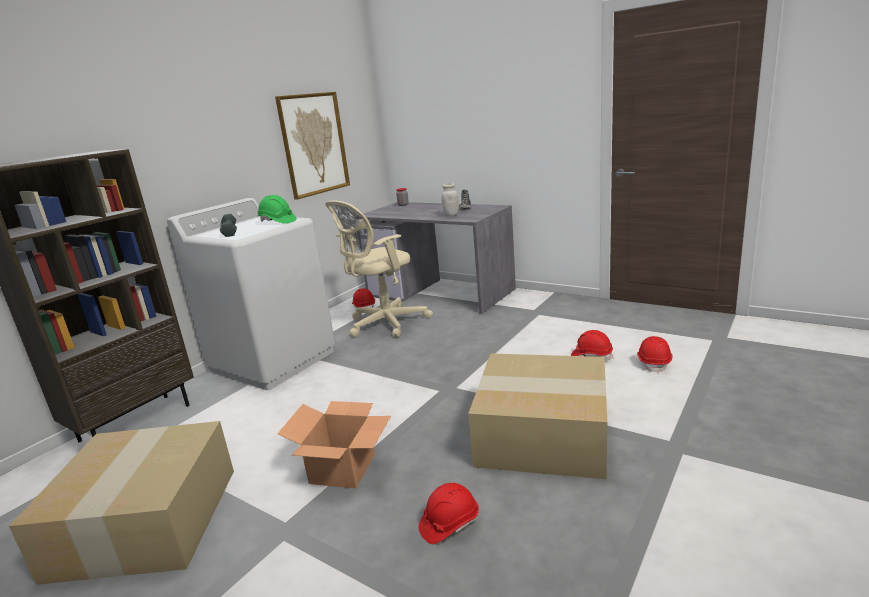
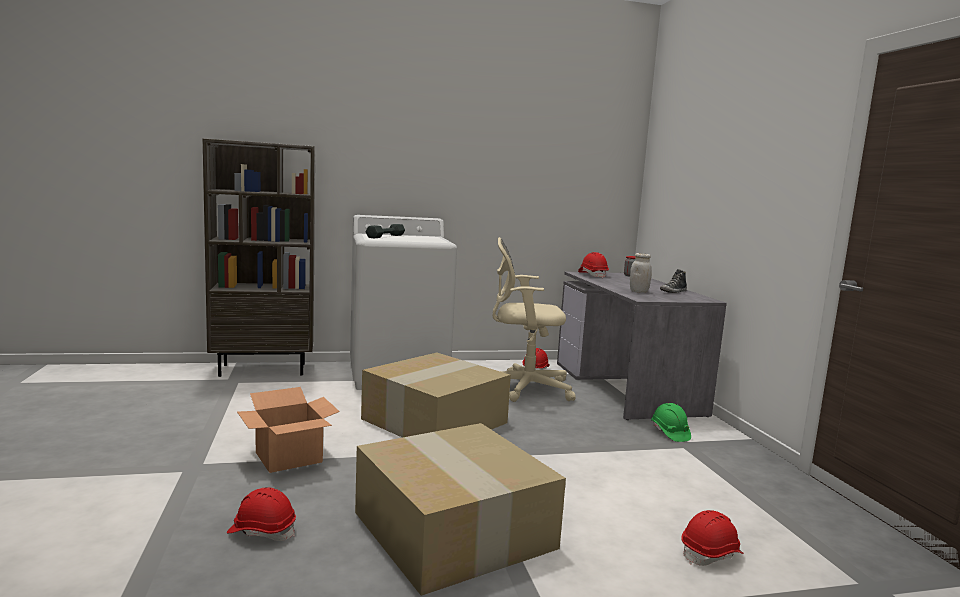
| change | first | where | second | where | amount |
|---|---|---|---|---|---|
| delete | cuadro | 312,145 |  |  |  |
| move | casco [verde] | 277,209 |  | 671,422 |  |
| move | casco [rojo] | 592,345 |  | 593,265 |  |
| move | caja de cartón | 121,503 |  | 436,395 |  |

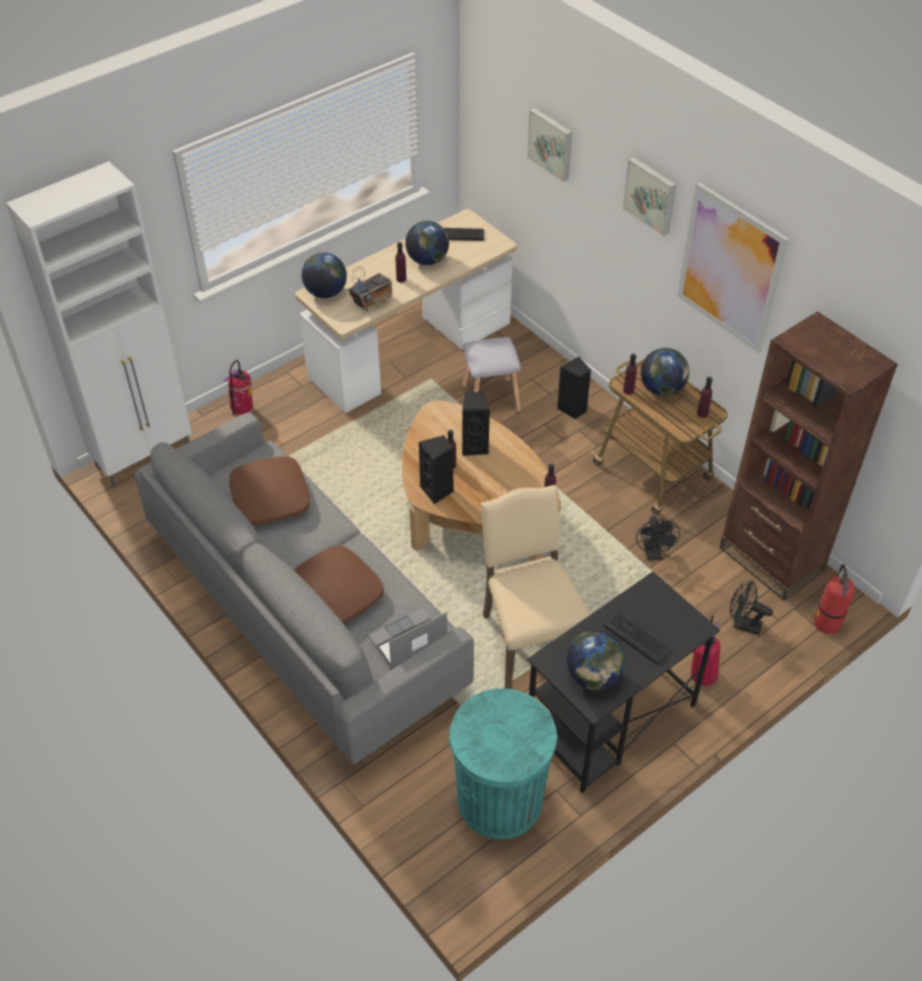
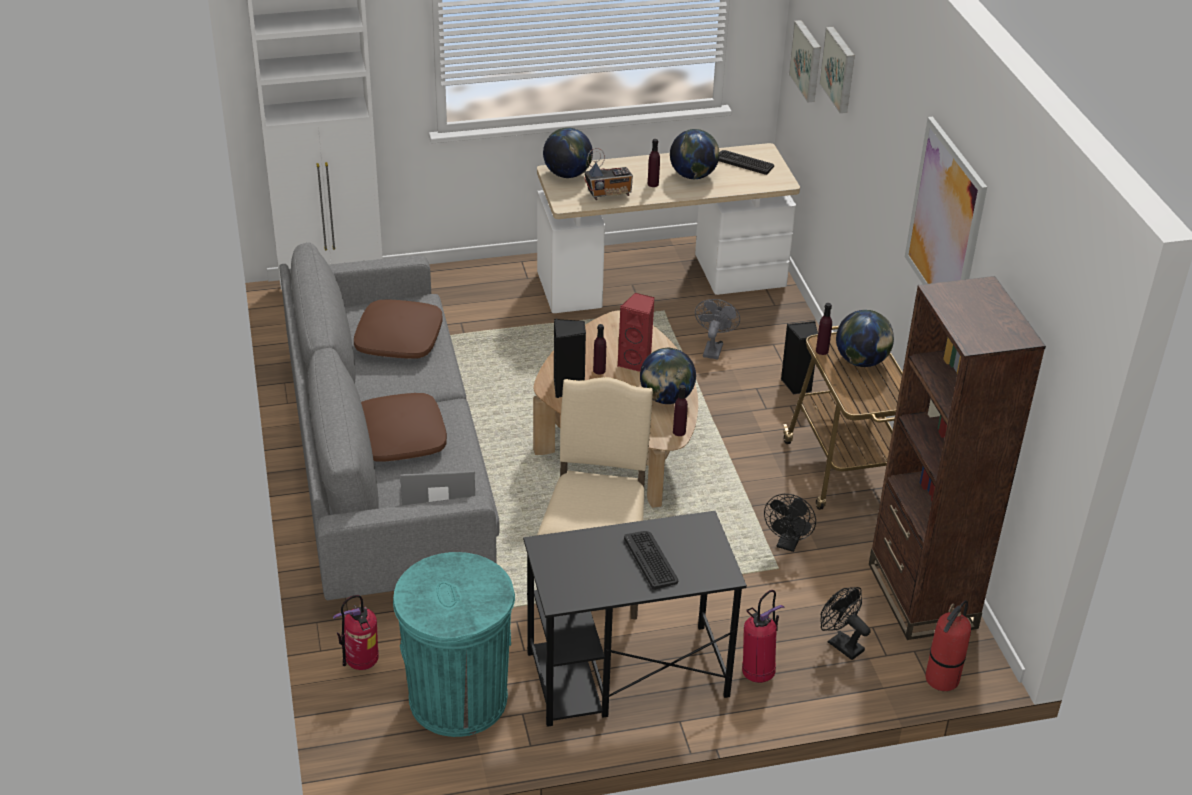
| change | first | where | second | where | amount |
|---|---|---|---|---|---|
| move | cuadro | 649,196 |  | 805,61 |  |
| replace | taburete [gris] | 491,375 | ventilador [gris] | 717,329 |  |
| move | extintor | 238,387 |  | 356,632 |  |
| delete | botella [morado] | 705,397 |  |  |  |
| recolor | altavoz [negro] | 476,424 | altavoz [rojo] | 636,332 |  |
| move | globo terráqueo | 596,660 |  | 668,376 |  |

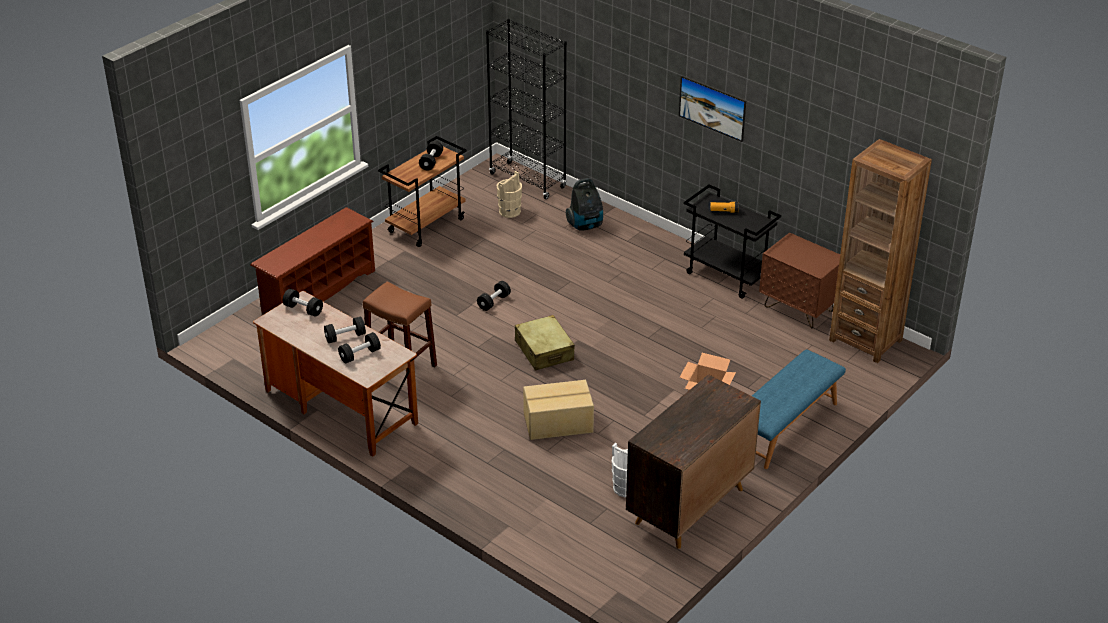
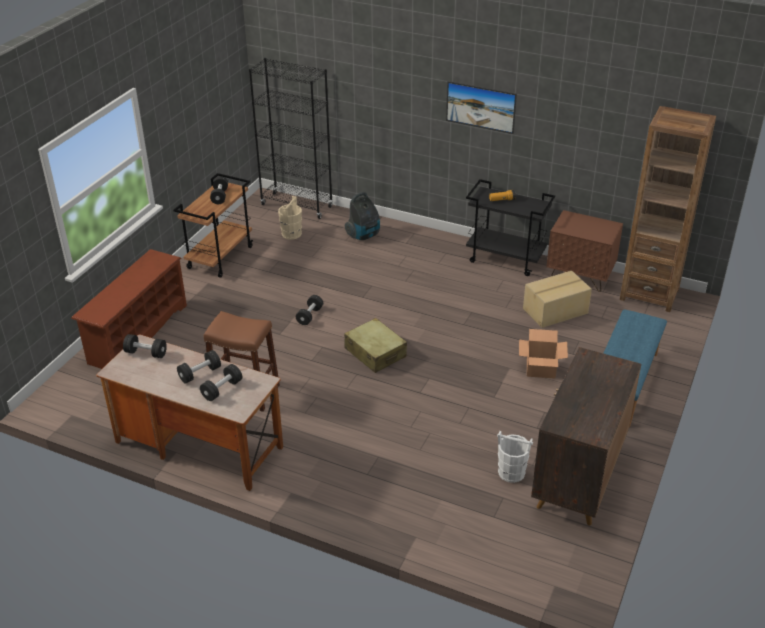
| change | first | where | second | where | amount |
|---|---|---|---|---|---|
| move | caja de cartón | 558,410 |  | 557,299 |  |

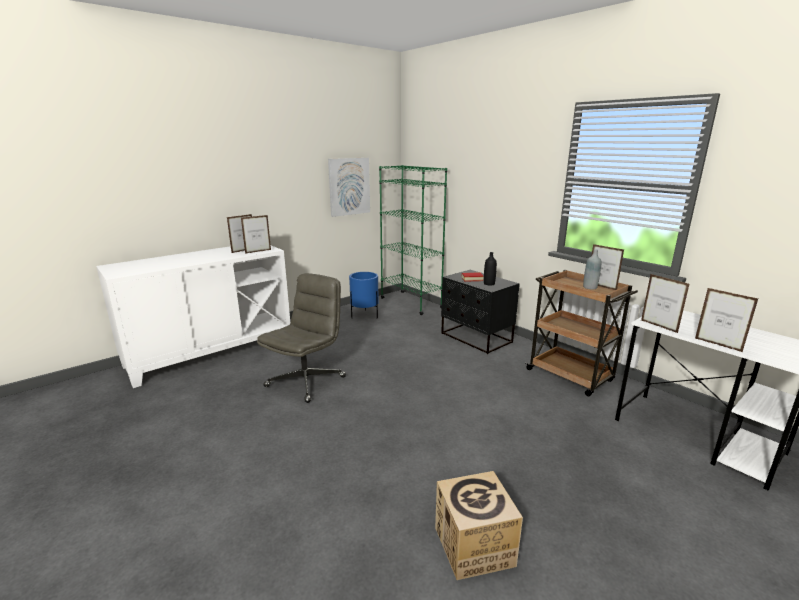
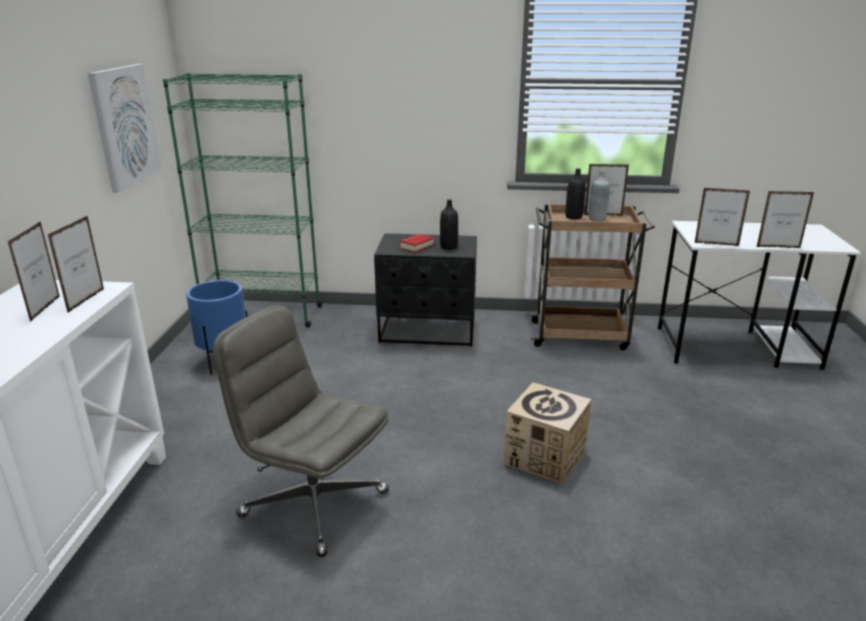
| change | first | where | second | where | amount |
|---|---|---|---|---|---|
| rotate | silla de oficina [gris] | 301,338 |  | 301,431 | 45 degrees counterclockwise |
| move | caja de cartón | 479,525 |  | 547,433 |  |
| insert |  |  | botella [negro] | 576,193 |  |

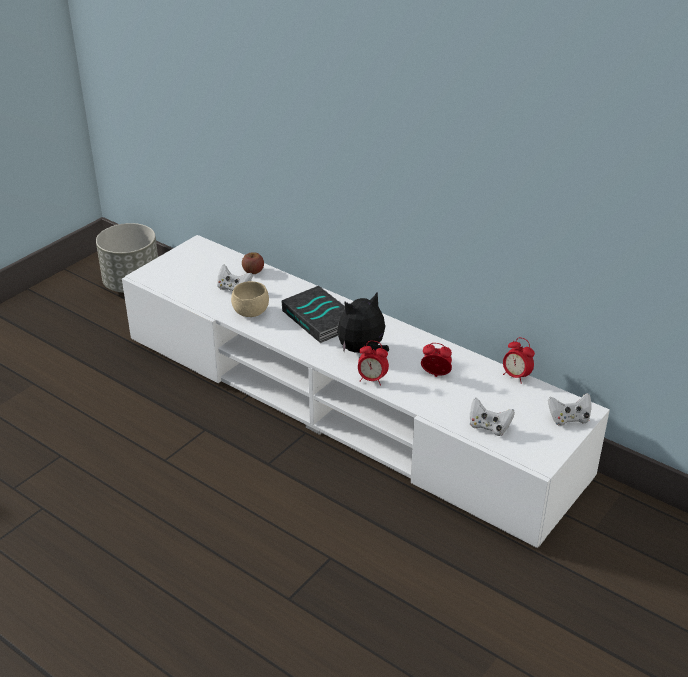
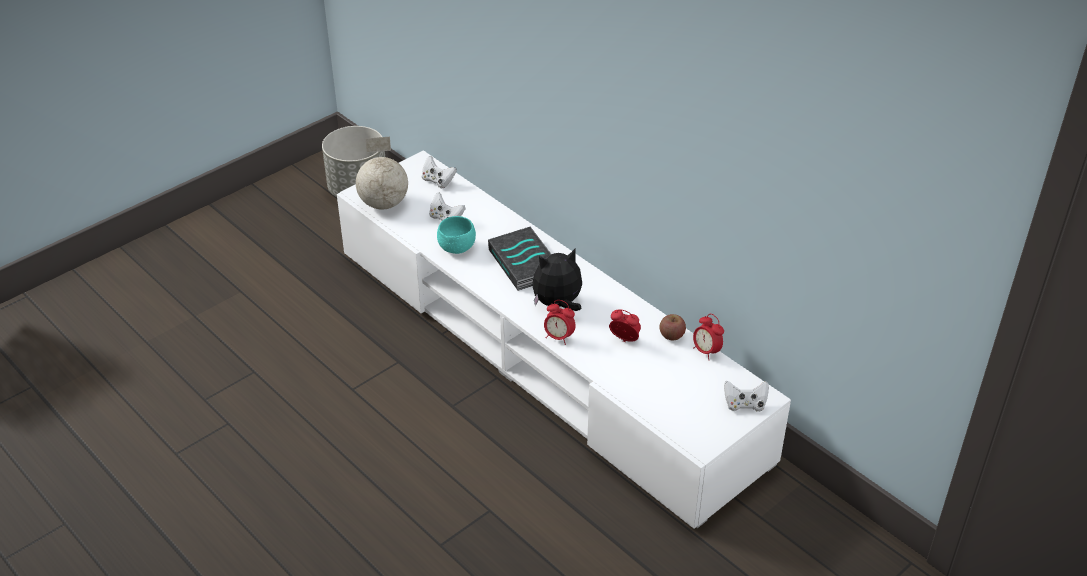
| change | first | where | second | where | amount |
|---|---|---|---|---|---|
| move | manzana | 253,263 |  | 673,327 |  |
| recolor | cuenco [beis] | 250,299 | cuenco [turquesa] | 456,235 |  |
| move | mando de consola [blanco] | 492,417 |  | 439,172 |  |
| insert |  |  | globo terráqueo | 382,173 |  |

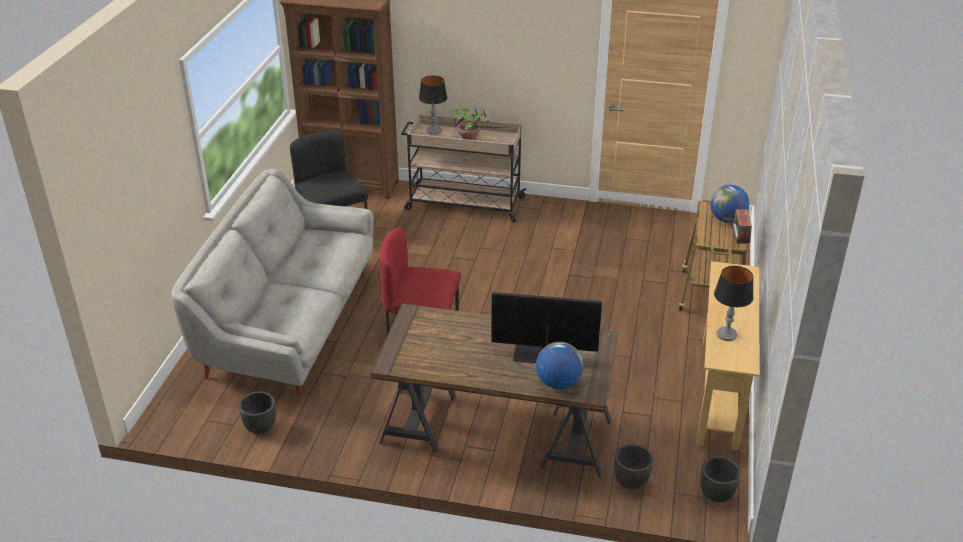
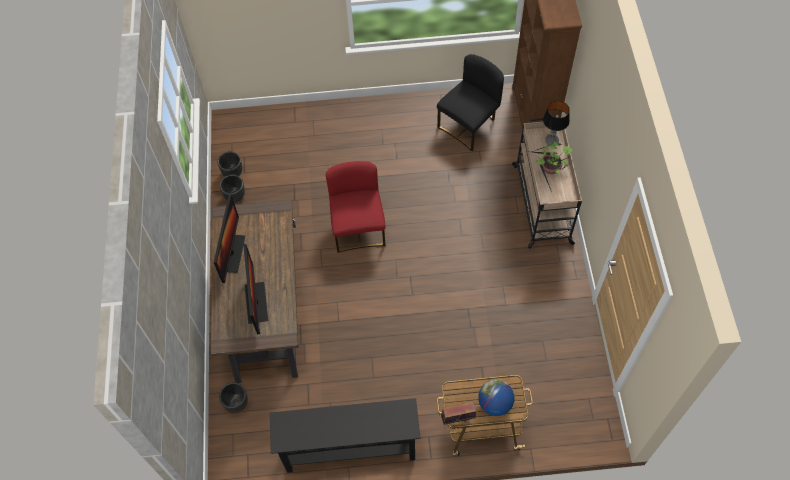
| change | first | where | second | where | amount |
|---|---|---|---|---|---|
| delete | sofá [gris] | 272,283 |  |  |  |
| recolor | mesa consola [beis] | 727,355 | mesa consola [negro] | 345,435 |  |
| delete | lámpara de mesa | 734,303 |  |  |  |
| delete | globo terráqueo | 560,365 |  |  |  |
| move | maceta [negro] | 720,479 |  | 232,188 |  |
| insert |  |  | monitor | 229,239 |  |

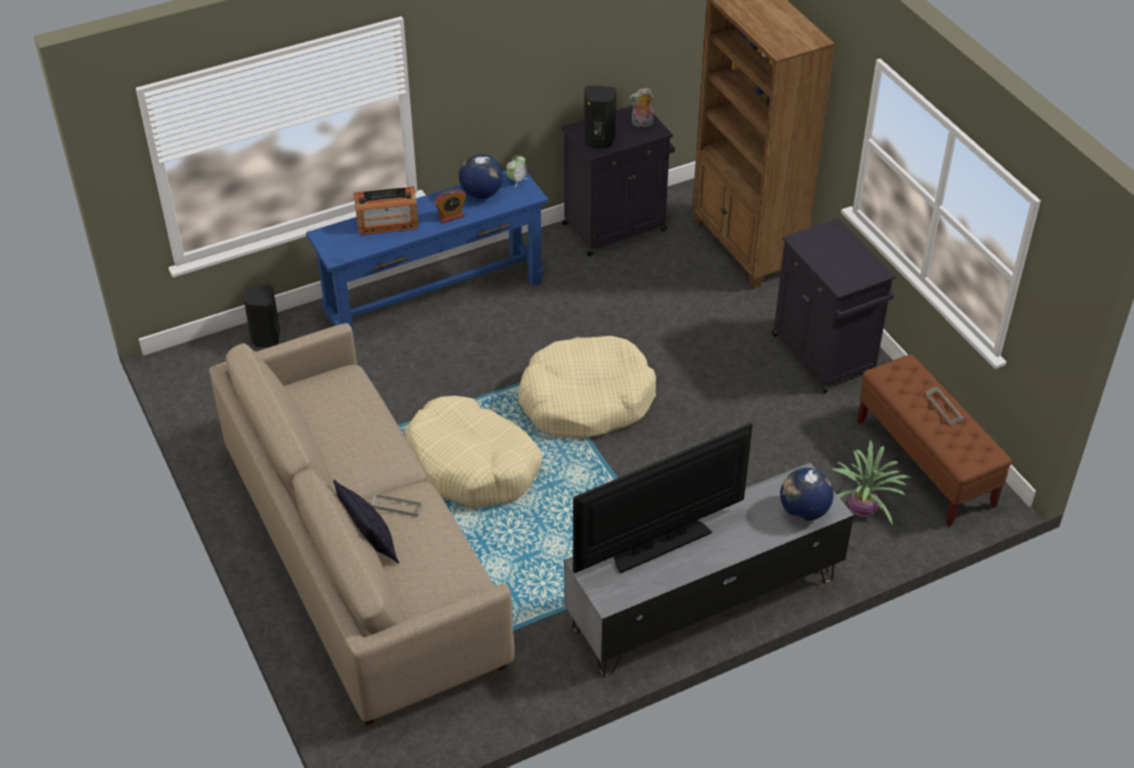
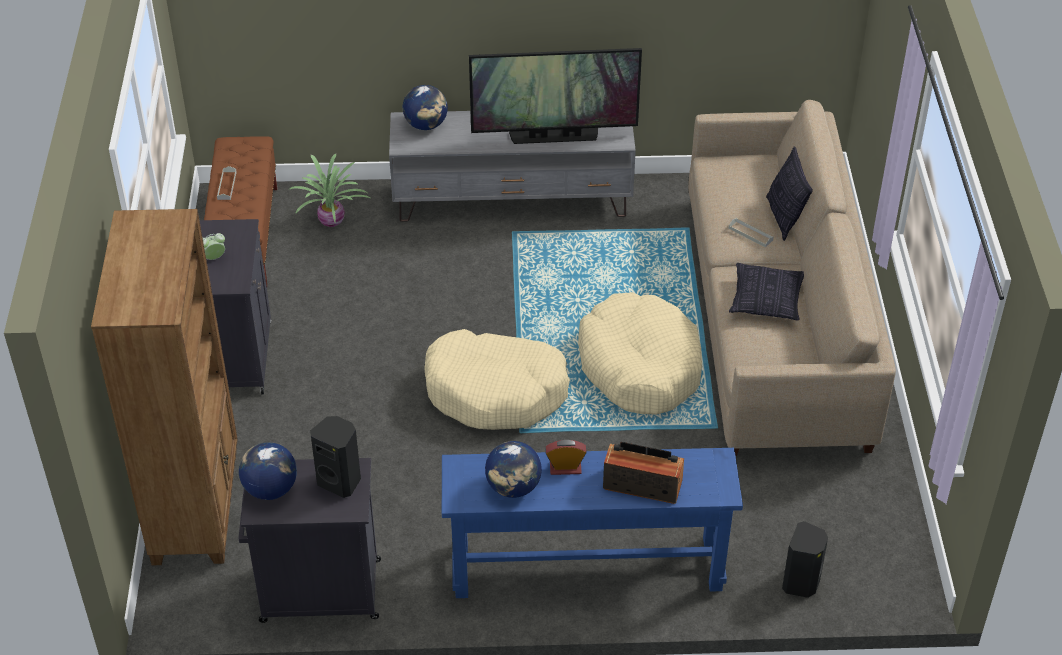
| change | first | where | second | where | amount |
|---|---|---|---|---|---|
| replace | peluche | 641,107 | globo terráqueo | 268,471 |  |
| move | despertador | 516,171 |  | 214,246 |  |
| insert |  |  | cojín | 766,292 |  |

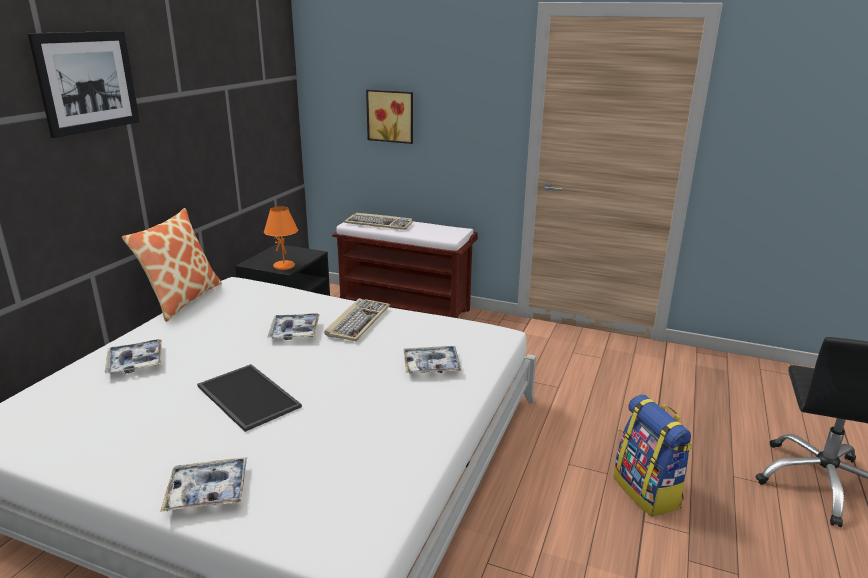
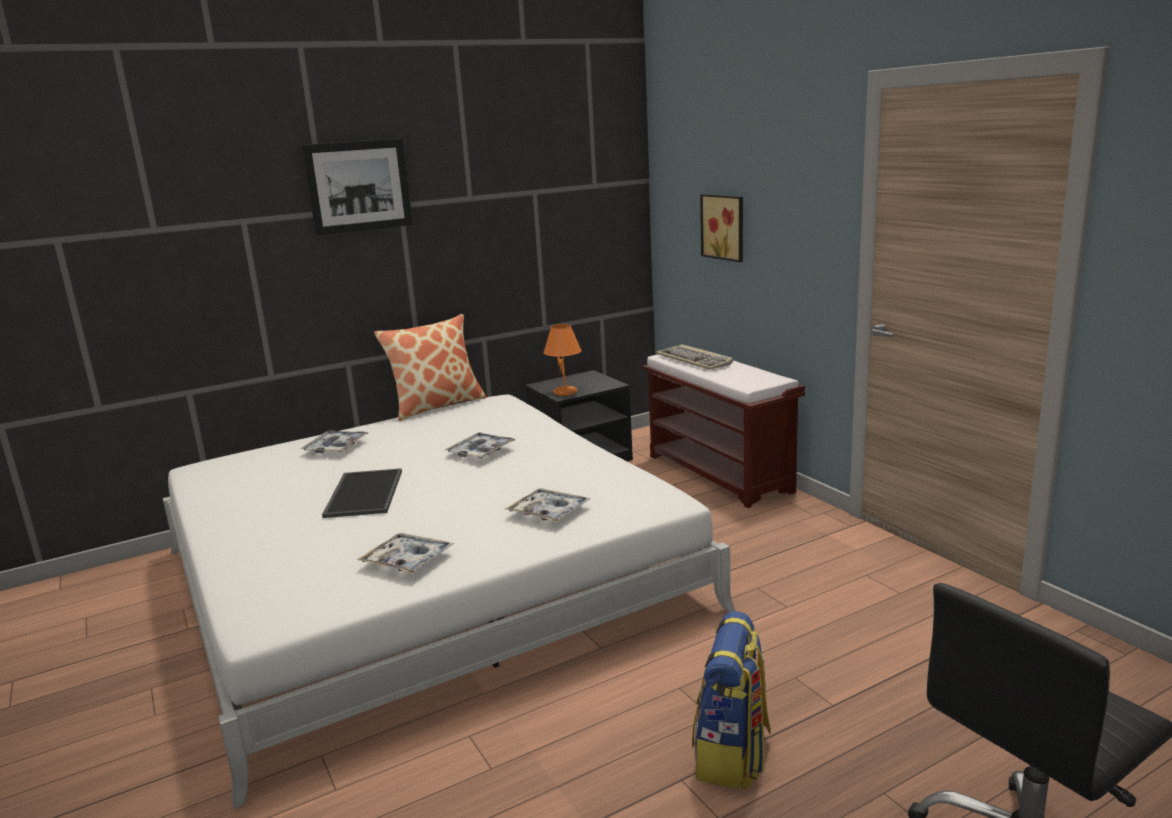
| change | first | where | second | where | amount |
|---|---|---|---|---|---|
| delete | teclado | 357,319 |  |  |  |
| move | bandeja | 203,484 |  | 405,553 |  |

